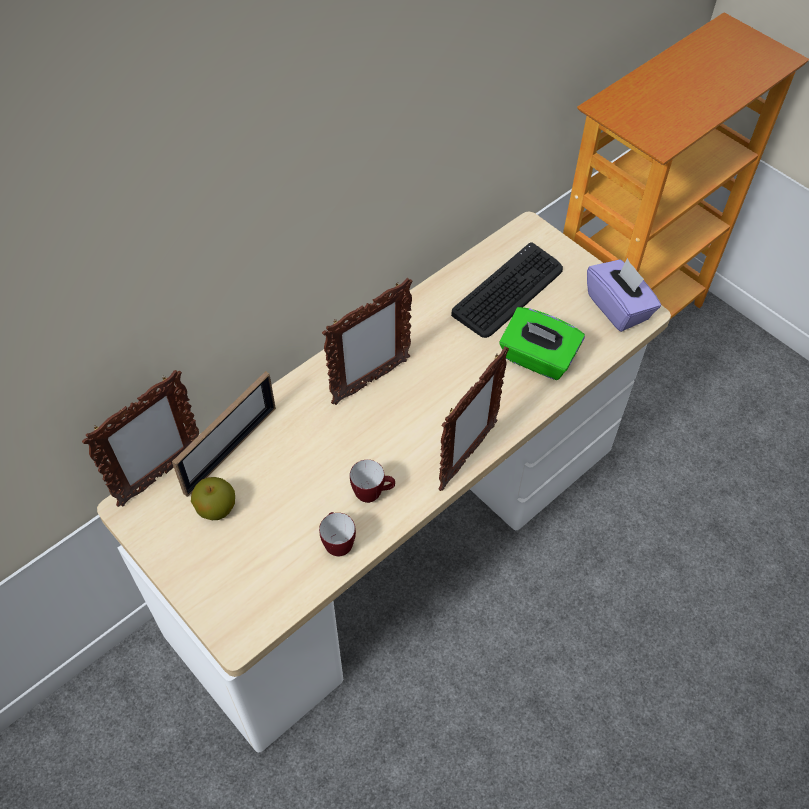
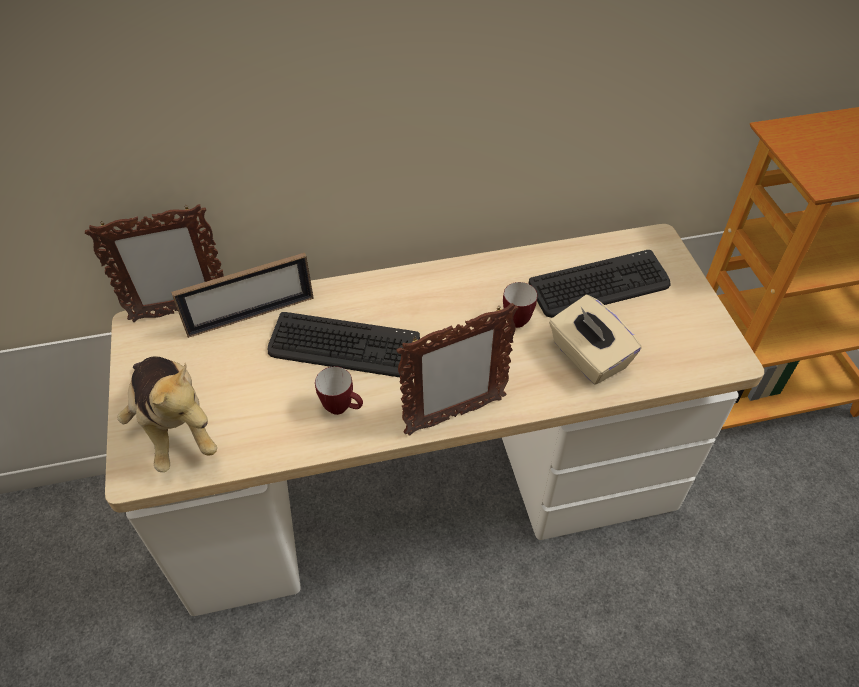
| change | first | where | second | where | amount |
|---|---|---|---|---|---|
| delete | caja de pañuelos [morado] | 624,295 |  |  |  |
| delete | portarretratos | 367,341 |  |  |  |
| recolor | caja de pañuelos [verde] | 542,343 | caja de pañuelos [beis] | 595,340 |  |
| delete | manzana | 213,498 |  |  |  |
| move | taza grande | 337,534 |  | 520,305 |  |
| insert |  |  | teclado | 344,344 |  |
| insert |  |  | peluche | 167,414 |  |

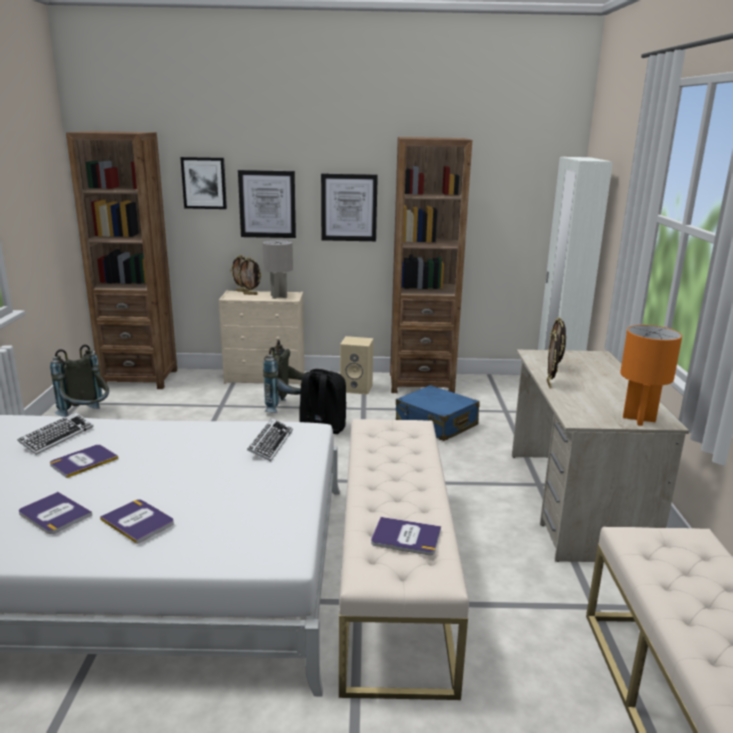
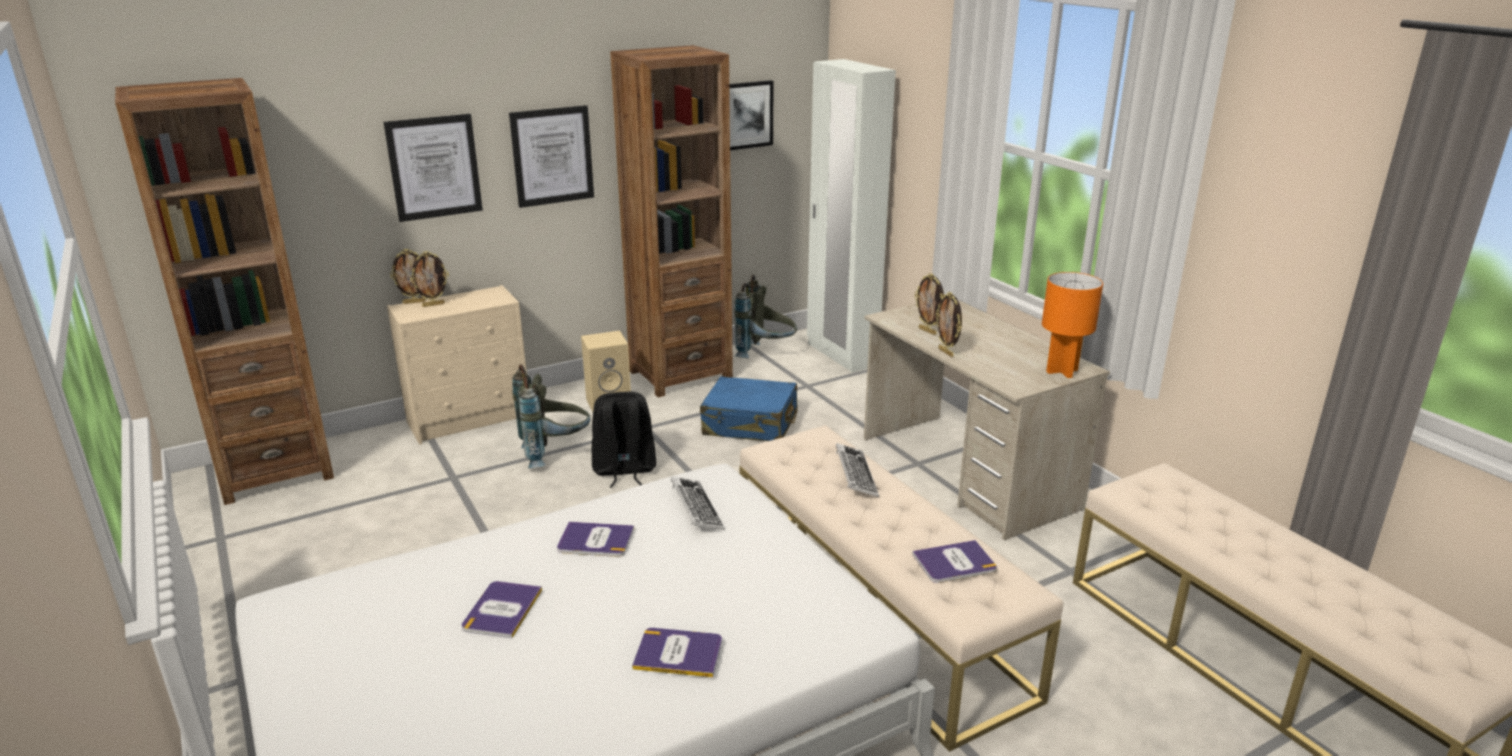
| change | first | where | second | where | amount |
|---|---|---|---|---|---|
| move | cuadro | 203,183 |  | 751,115 |  |
| delete | lámpara de mesa [gris] | 277,269 |  |  |  |
| move | mochila [gris] | 79,380 |  | 765,316 |  |
| move | teclado | 55,433 |  | 857,470 |  |
| move | libro | 55,513 |  | 595,539 |  |

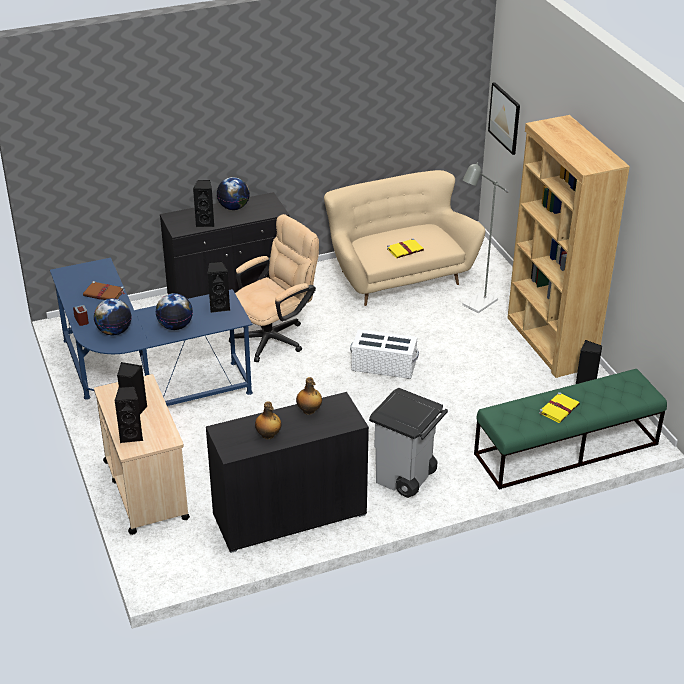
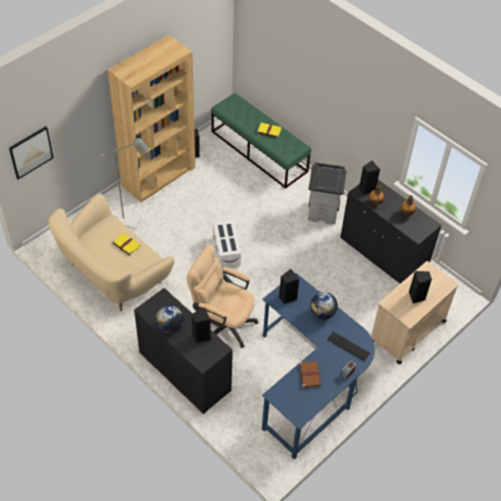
| change | first | where | second | where | amount |
|---|---|---|---|---|---|
| replace | globo terráqueo | 112,316 | teclado | 348,346 |  |
| move | altavoz [negro] | 128,414 |  | 369,177 |  |

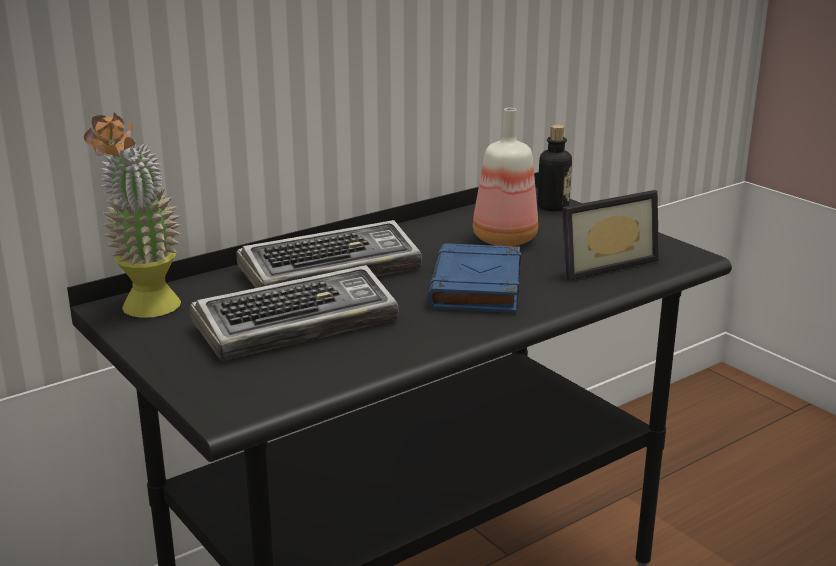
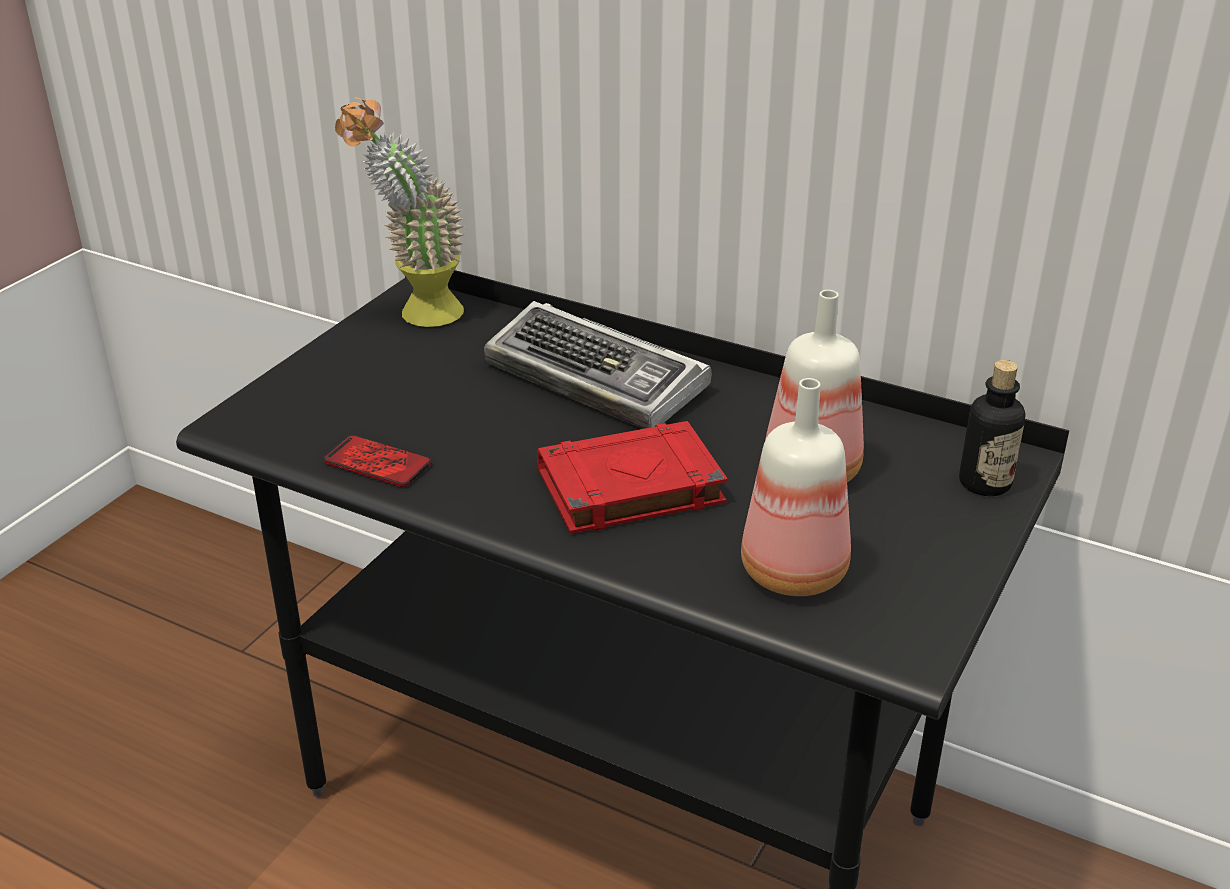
| change | first | where | second | where | amount |
|---|---|---|---|---|---|
| replace | portarretratos | 610,235 | botella | 796,487 |  |
| recolor | libro [azul] | 474,278 | libro [rojo] | 632,477 |  |
| delete | teclado | 294,312 |  |  |  |
| insert |  |  | móvil | 377,461 |  |

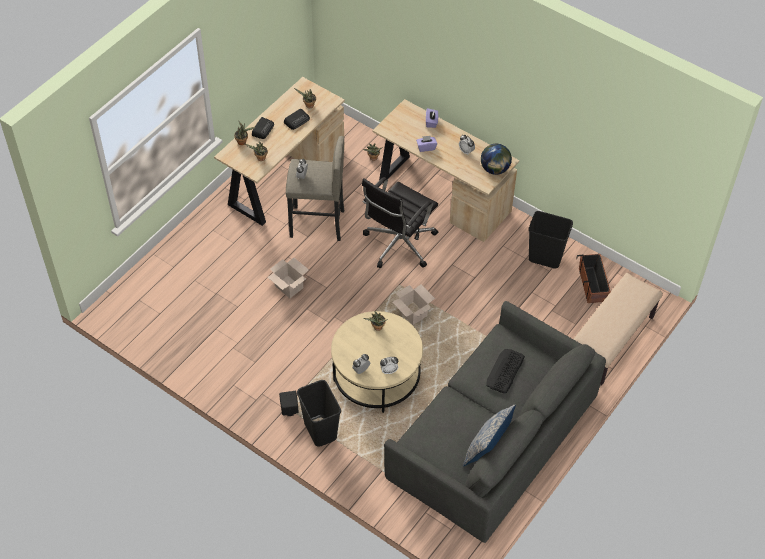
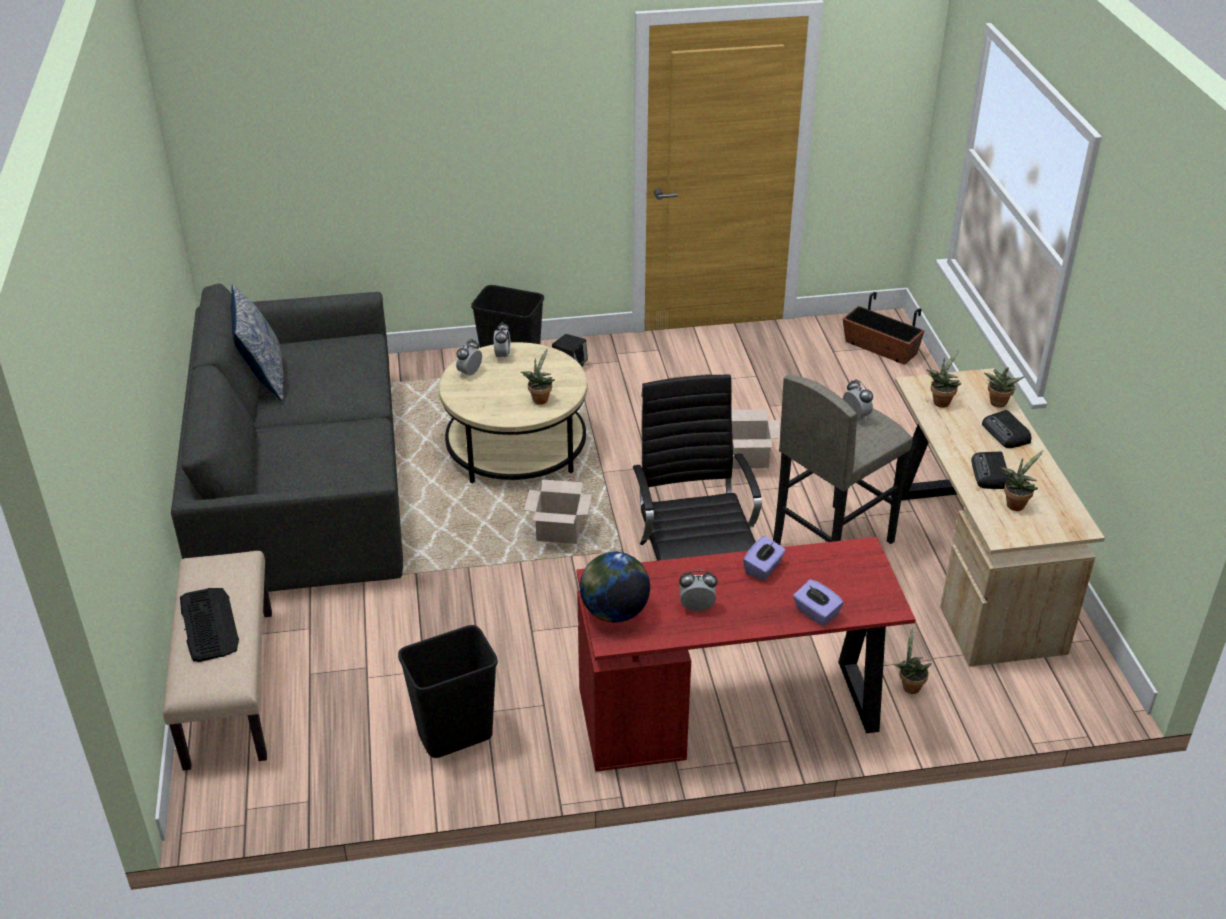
| change | first | where | second | where | amount |
|---|---|---|---|---|---|
| recolor | escritorio [beis] | 445,170 | escritorio [rojo] | 745,654 |  |
| move | maceta | 593,278 |  | 883,328 |  |
| move | teclado | 505,371 |  | 209,625 |  |

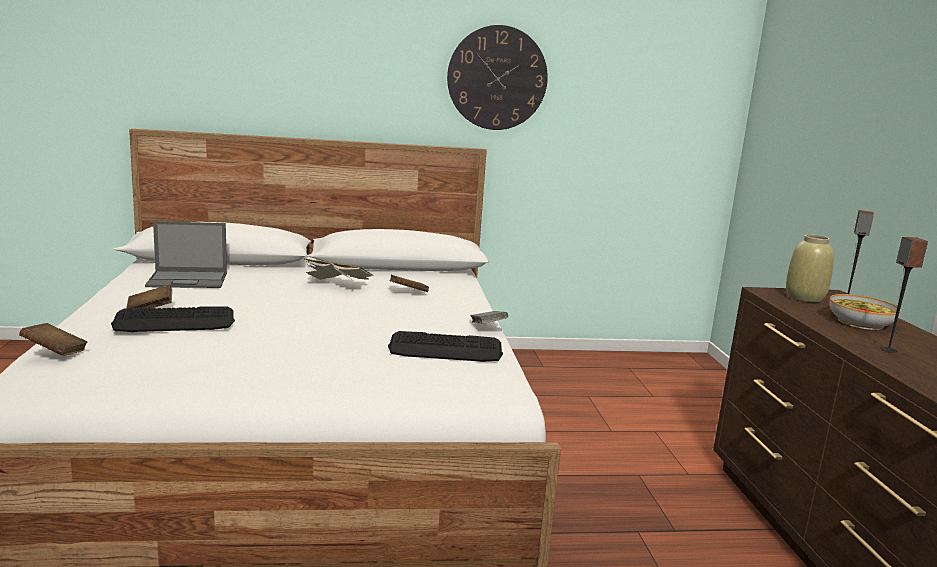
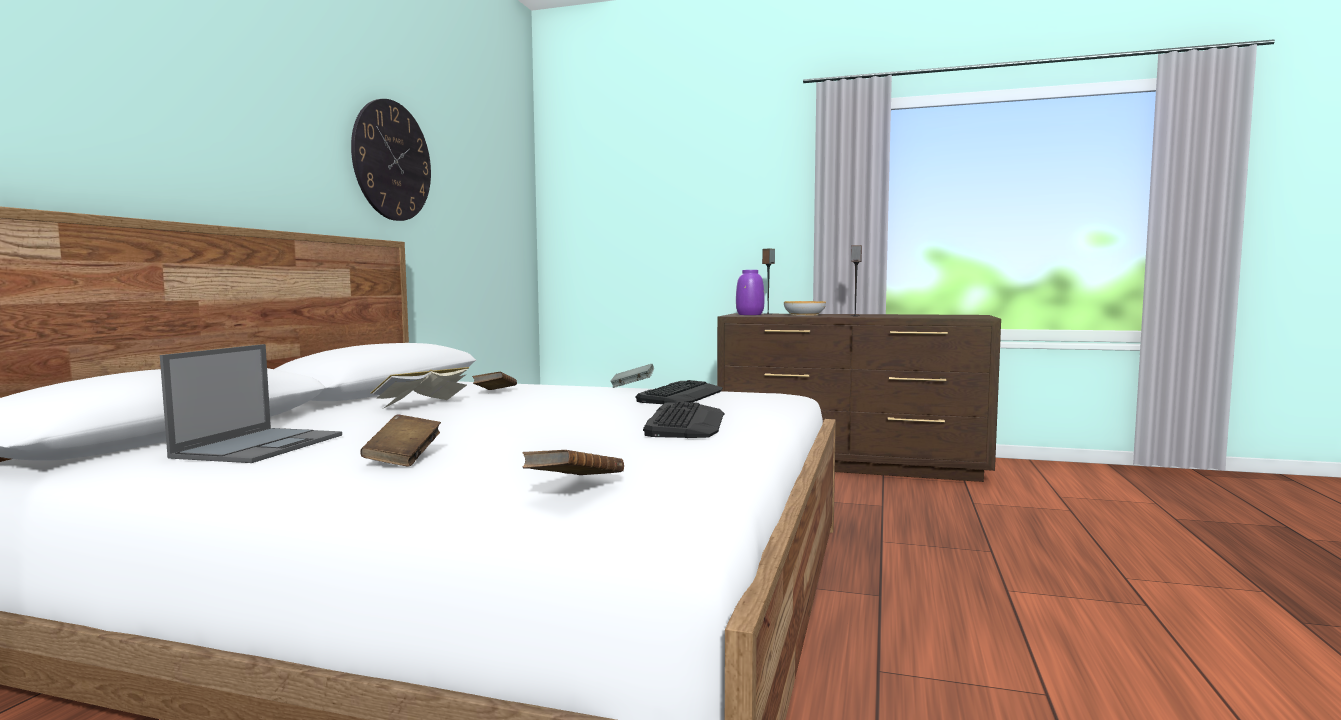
| change | first | where | second | where | amount |
|---|---|---|---|---|---|
| recolor | florero [beis] | 810,268 | florero [morado] | 750,292 |  |
| move | teclado | 173,319 |  | 683,419 |  |

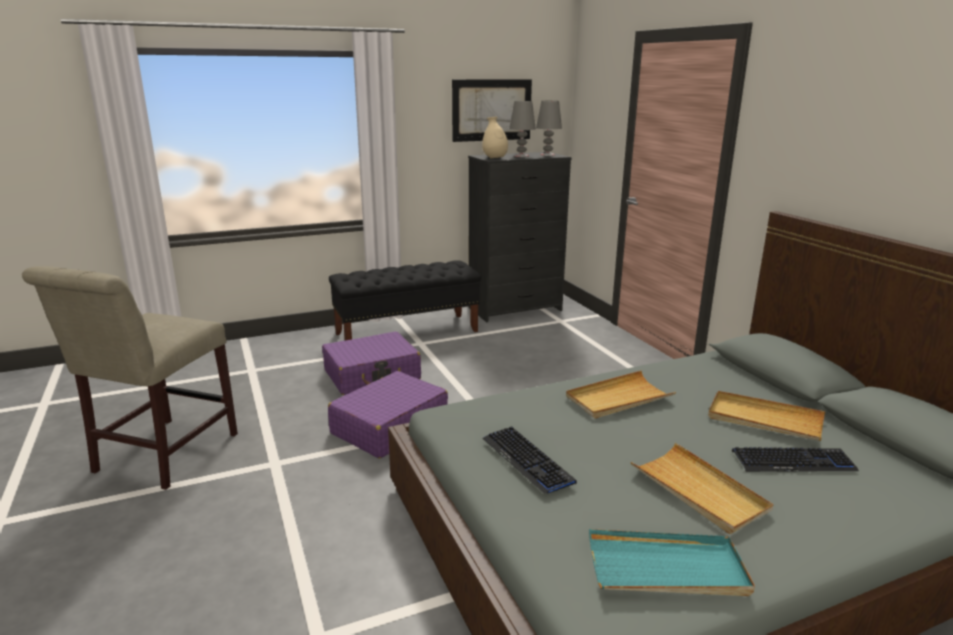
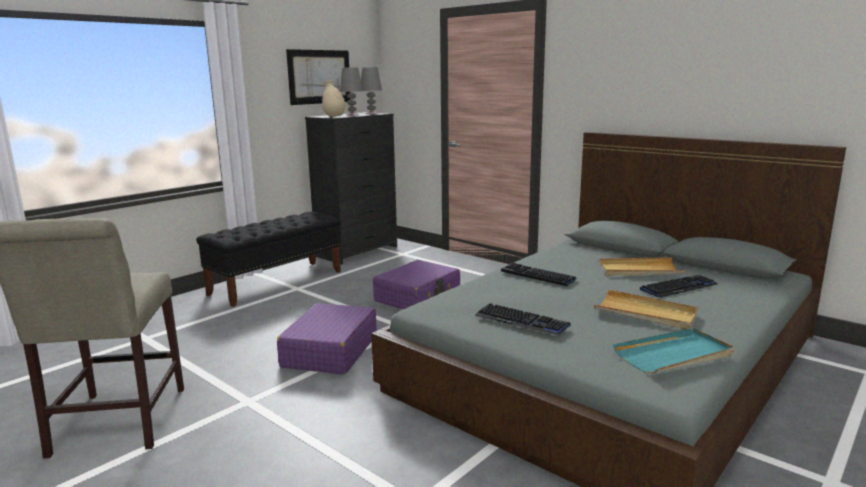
| change | first | where | second | where | amount |
|---|---|---|---|---|---|
| move | maleta [morado] | 371,363 |  | 416,284 |  |
| replace | bandeja [beis] | 621,395 | teclado | 540,274 |  |

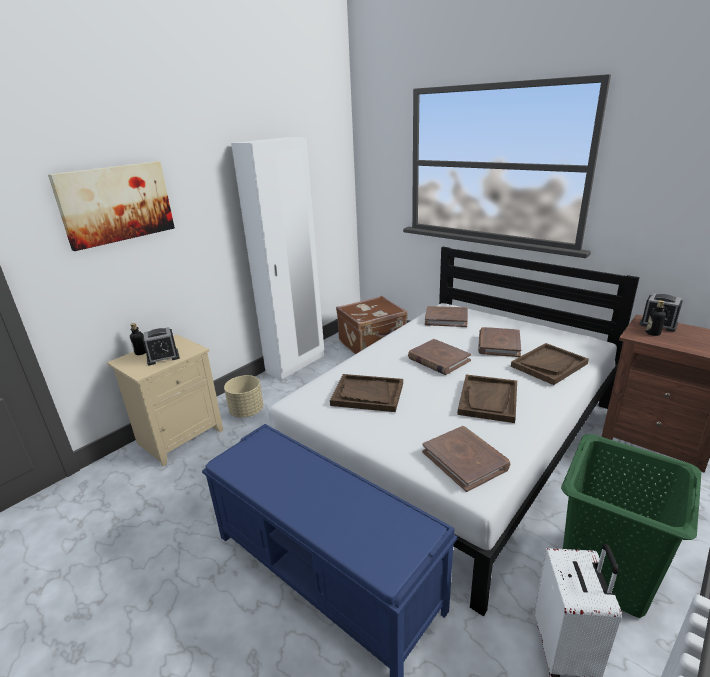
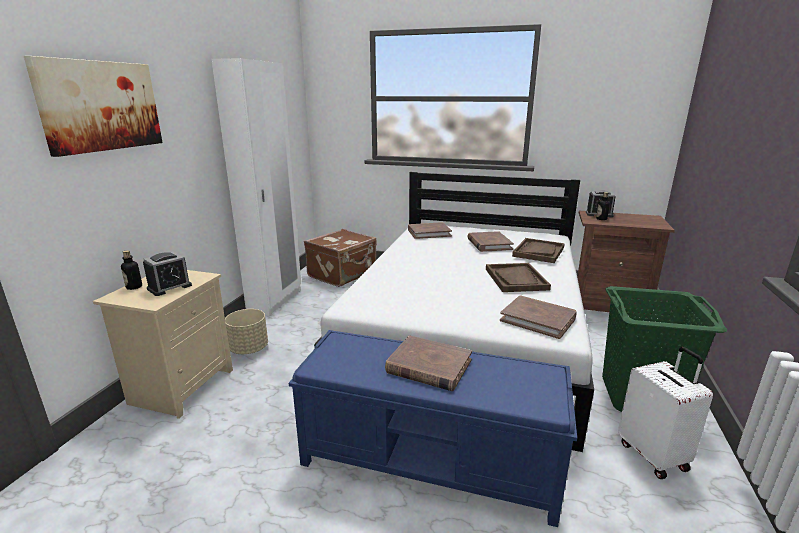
| change | first | where | second | where | amount |
|---|---|---|---|---|---|
| move | libro [marrón] | 439,357 |  | 428,363 |  |
| delete | bandeja [marrón] | 366,393 |  |  |  |

